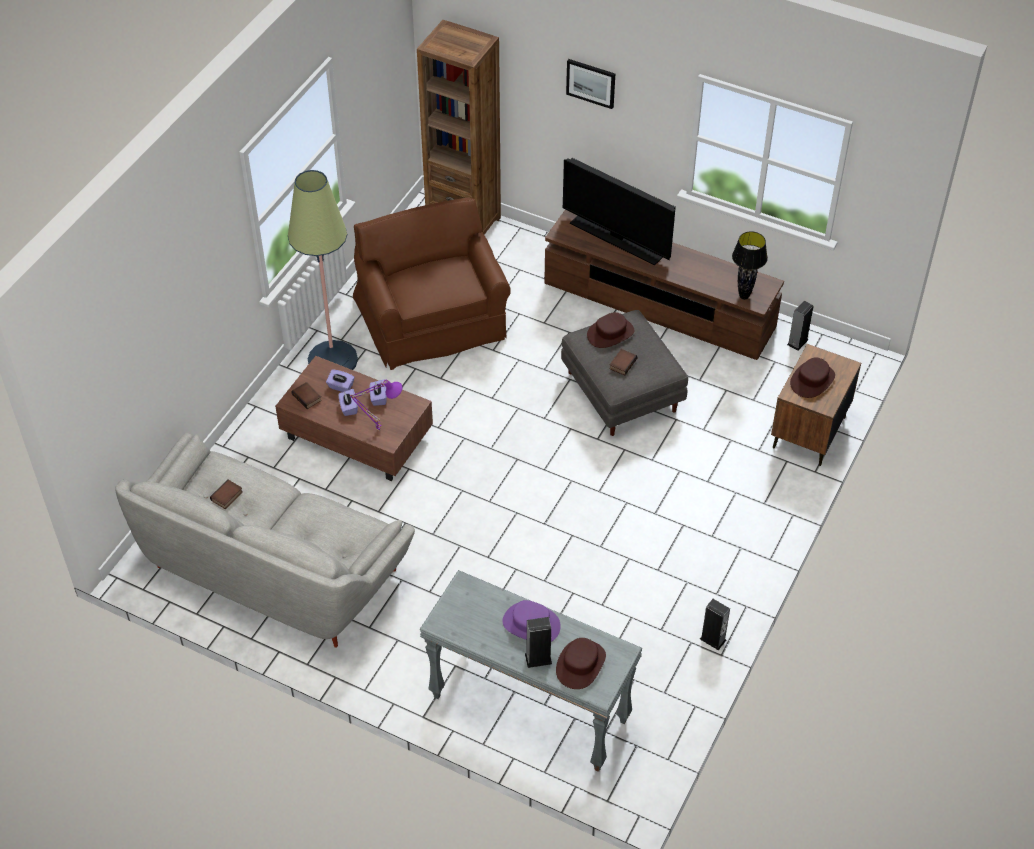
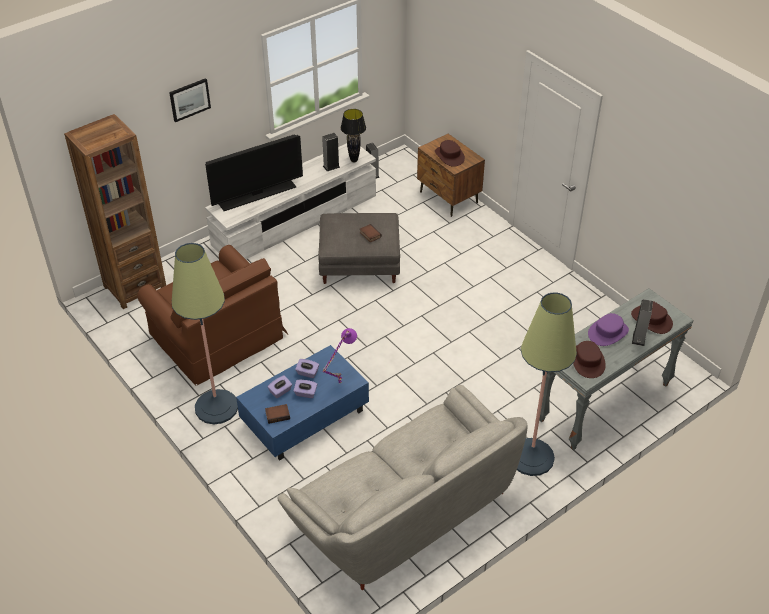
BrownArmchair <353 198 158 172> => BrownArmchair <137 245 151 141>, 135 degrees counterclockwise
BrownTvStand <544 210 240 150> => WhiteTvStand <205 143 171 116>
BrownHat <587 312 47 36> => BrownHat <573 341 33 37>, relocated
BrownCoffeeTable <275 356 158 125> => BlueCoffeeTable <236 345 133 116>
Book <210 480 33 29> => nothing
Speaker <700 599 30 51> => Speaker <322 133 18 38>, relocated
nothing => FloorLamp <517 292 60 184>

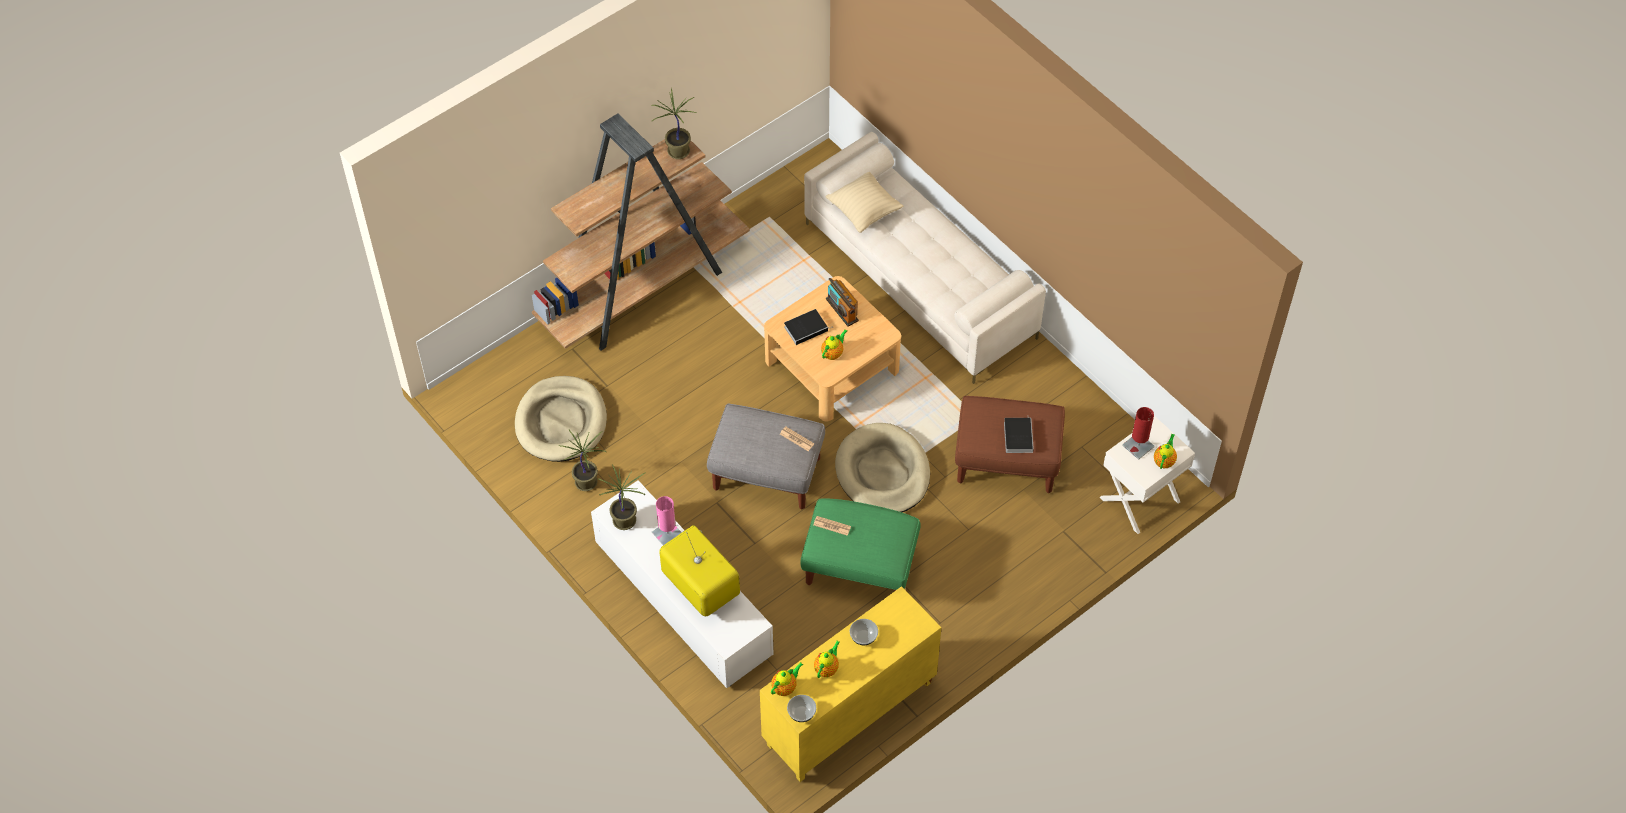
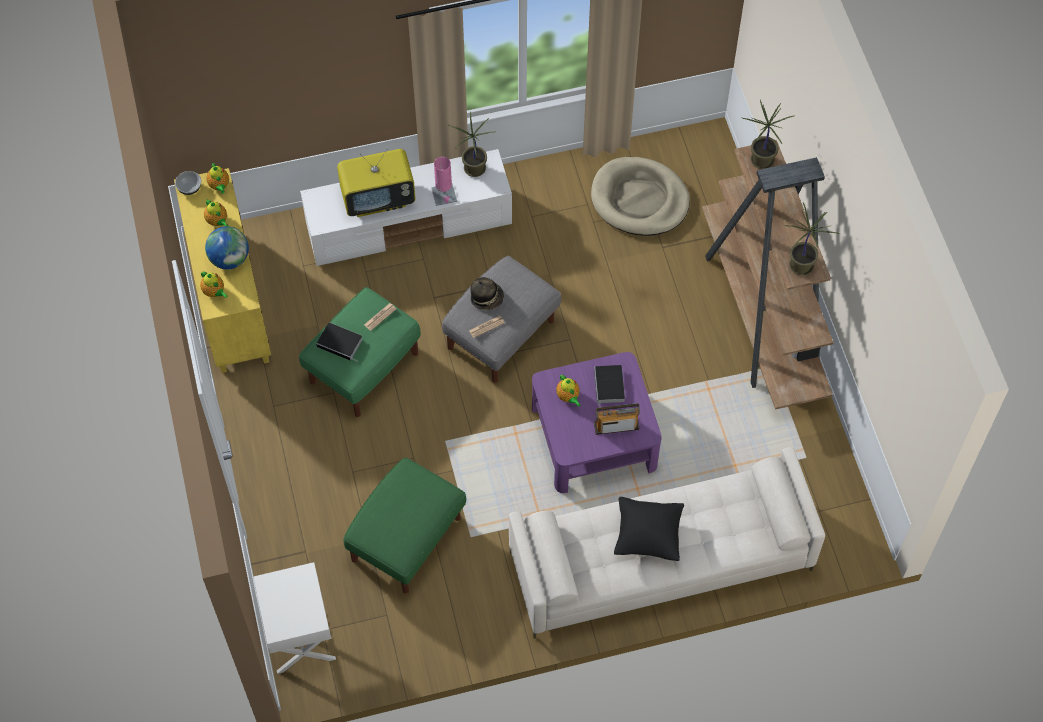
BeigePillow <825 172 78 61> => nothing
BeigeCoffeeTable <764 276 137 145> => PurpleCoffeeTable <532 352 130 141>
BrownOttoman <955 396 110 97> => GreenOttoman <344 457 122 137>
RedTableLamp <1122 407 33 53> => nothing
Book <1004 415 30 38> => Book <316 322 47 40>, relocated
BeigeDogBed <835 423 95 89> => nothing
PottedPlant <558 430 49 61> => PottedPlant <742 100 53 69>, relocated
Teapot <1154 433 23 36> => Teapot <200 271 28 27>, relocated
Bowl <850 619 28 26> => Globe <205 226 44 44>
nothing => Hat <470 277 34 33>
nothing => BlackPillow <614 497 70 64>

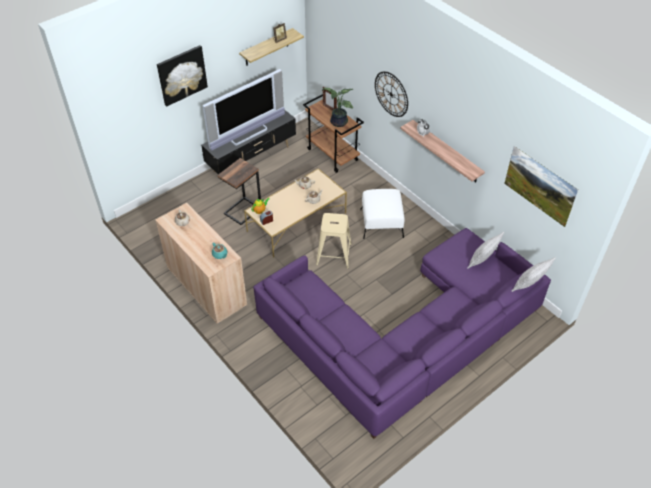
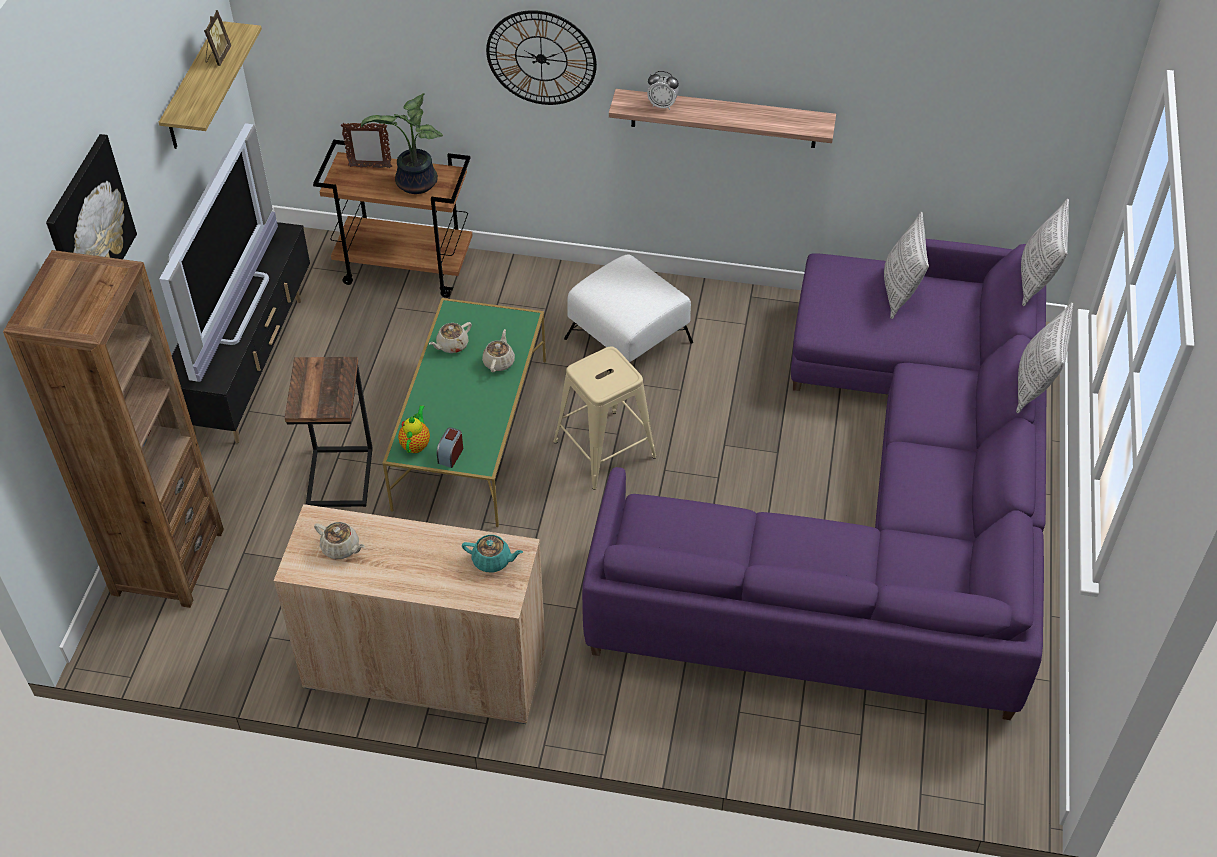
Picture <504 146 74 81> => nothing
BeigeCoffeeTable <244 168 103 90> => GreenCoffeeTable <382 298 164 229>
nothing => BrownBookcase <3 250 221 358>
nothing => Pillow <1016 302 57 111>

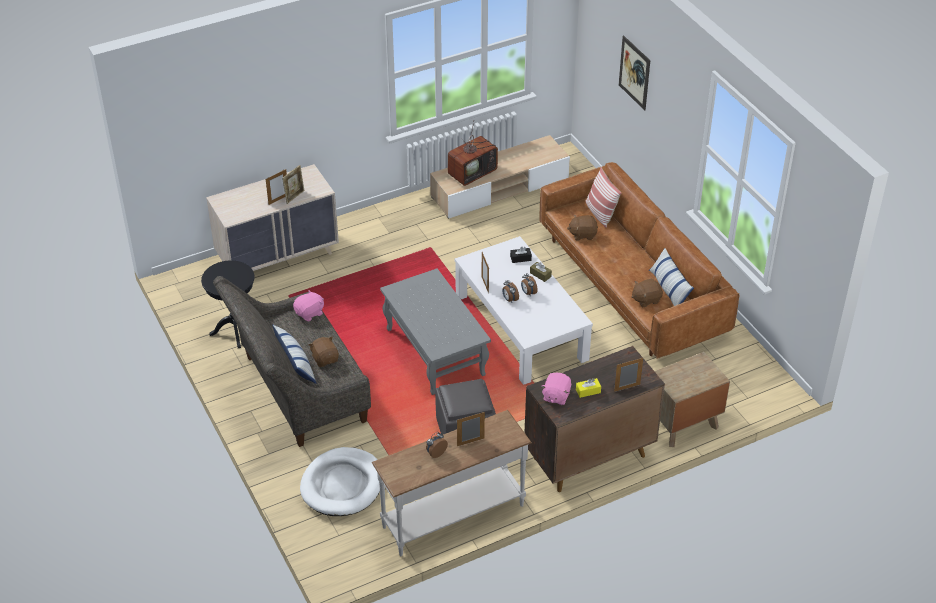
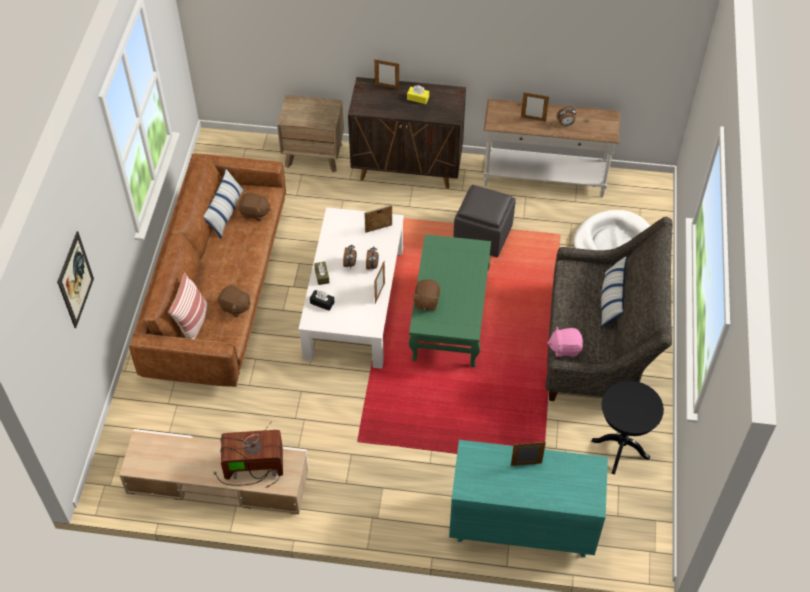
BeigeDresser <206 164 133 107> => TurquoiseDresser <449 440 159 117>
PictureFrame <282 165 22 39> => PictureFrame <364 205 28 28>, relocated
GreyCoffeeTable <380 269 111 126> => GreenCoffeeTable <409 234 82 133>
BrownPlushToy <309 336 30 31> => BrownPlushToy <412 279 28 32>, relocated
PinkPlushToy <541 372 30 33> => nothing

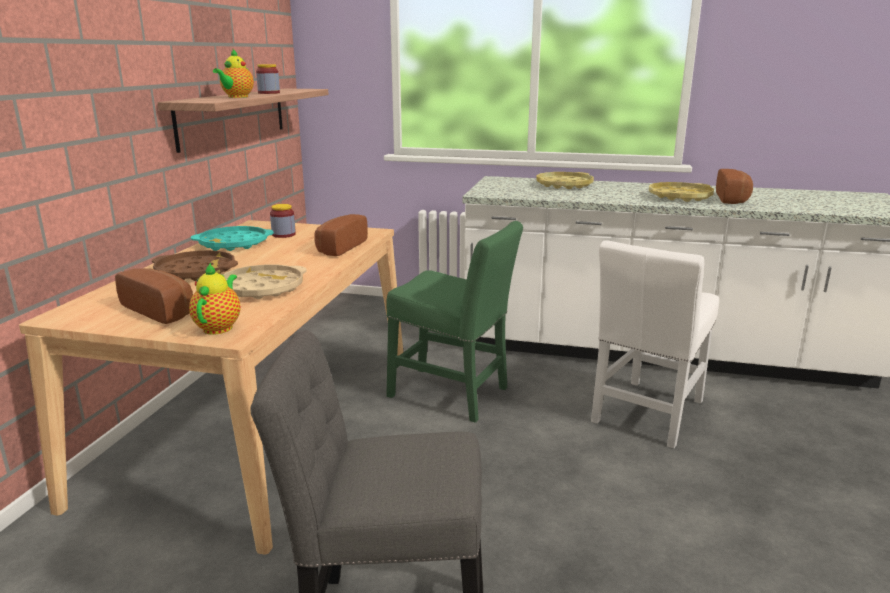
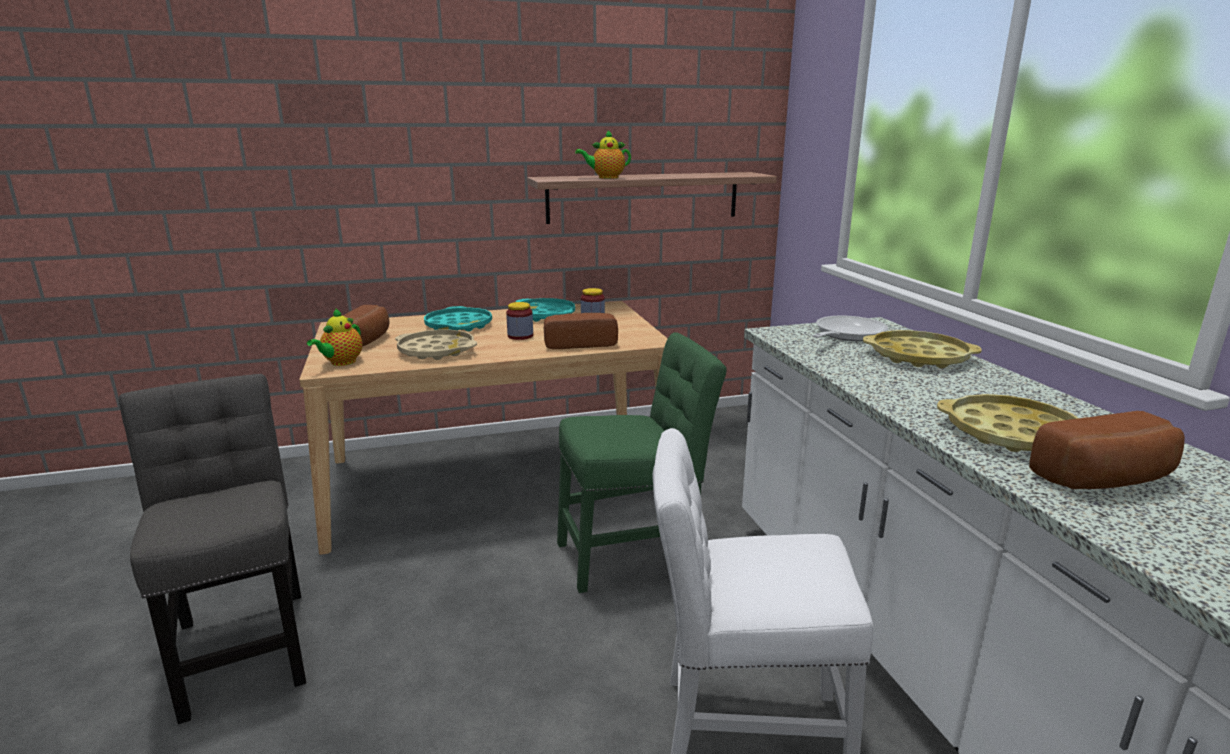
Jar <256 64 24 30> => Jar <506 302 27 38>, relocated
GreenChair <386 221 137 202> => GreenChair <557 332 170 261>, 105 degrees counterclockwise
BrownTray <152 250 86 31> => TurquoiseTray <424 306 68 26>
Teapot <189 262 51 73> => Teapot <307 308 55 58>, 135 degrees clockwise
nothing => FryingPan <813 316 75 25>

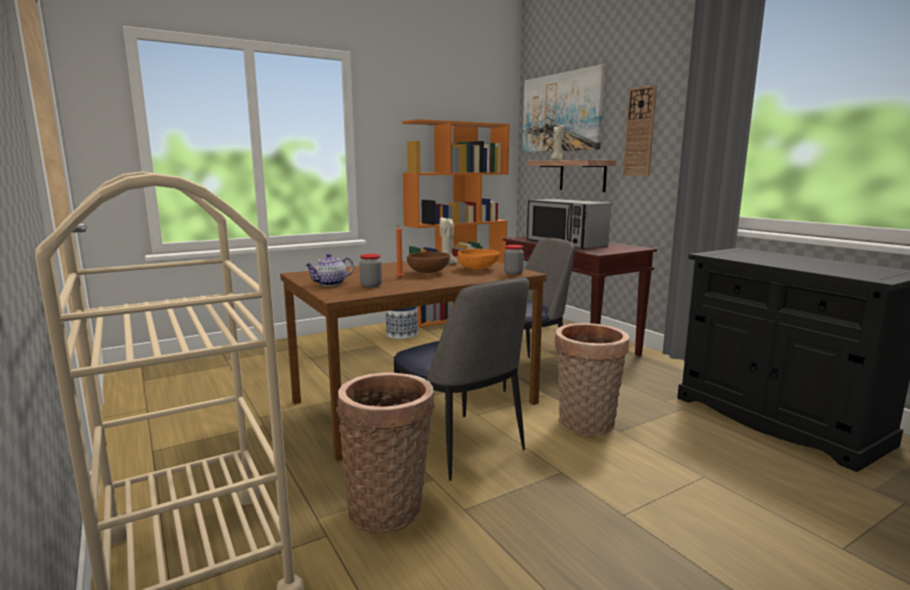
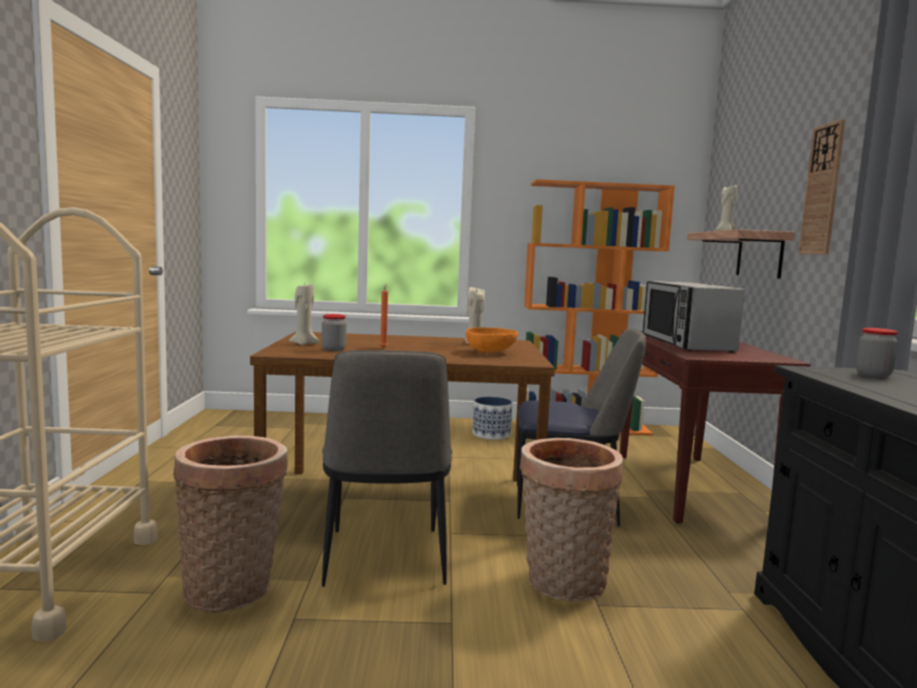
Picture <522 64 83 88> => nothing
Jar <504 245 20 30> => Jar <856 328 42 49>, relocated
BrownBowl <407 252 43 21> => nothing
Teapot <304 253 50 33> => BeigeCandle <289 283 30 62>

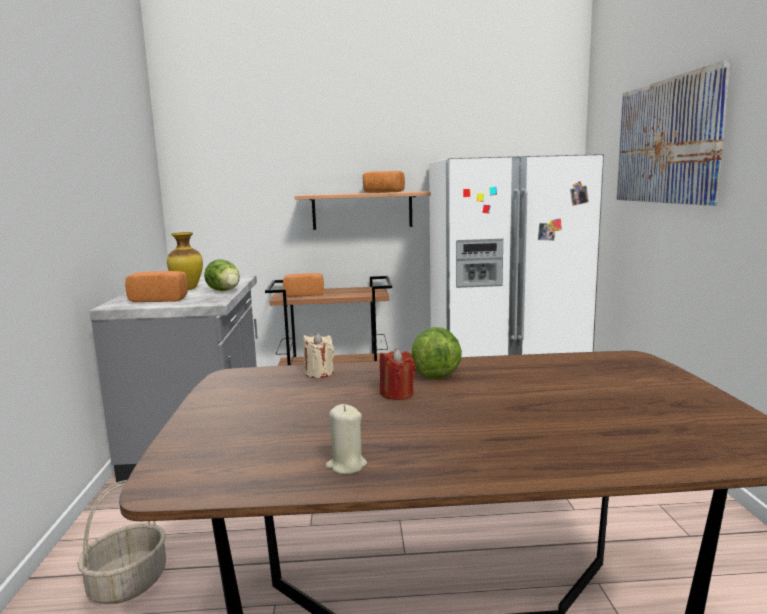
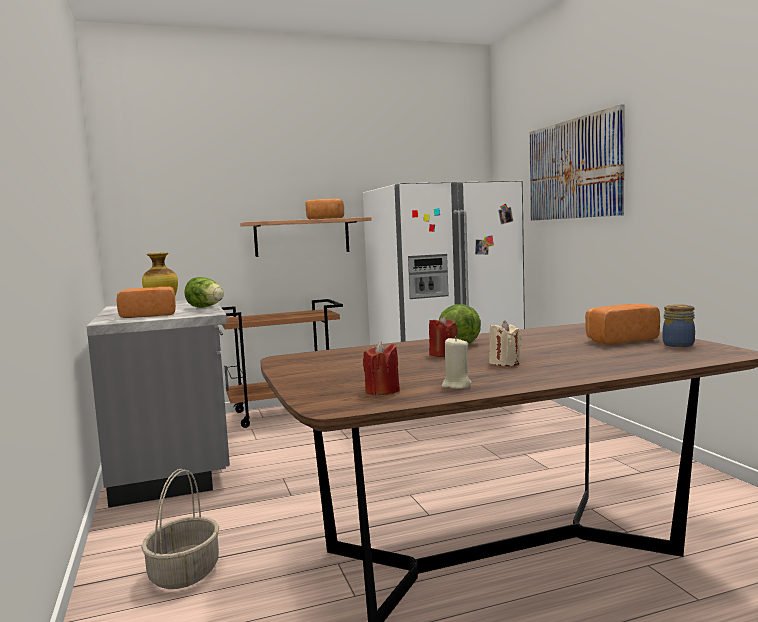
Bread <283 273 41 24> => Bread <585 304 75 41>, relocated
BeigeCandle <303 332 31 46> => BeigeCandle <489 321 33 45>, relocated
nothing => Jar <663 304 32 43>
nothing => RedCandle <363 341 37 55>

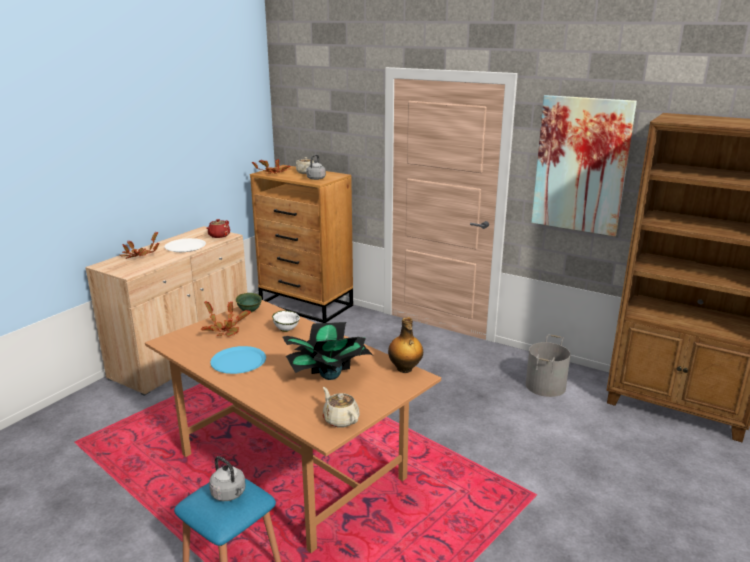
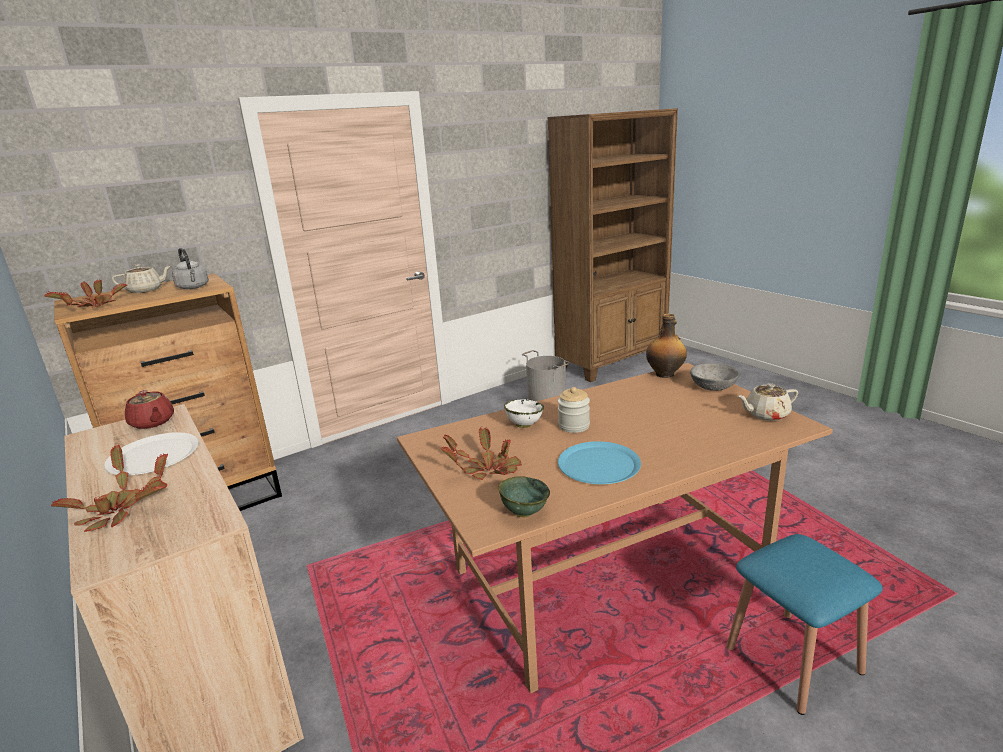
Picture <531 95 106 141> => nothing
GreenBowl <236 293 26 19> => GreenBowl <498 476 52 41>, relocated
PottedPlant <283 322 91 58> => nothing
GreyKettle <209 456 37 45> => nothing
nothing => GreyBowl <690 363 49 28>
nothing => Jar <558 387 32 46>

